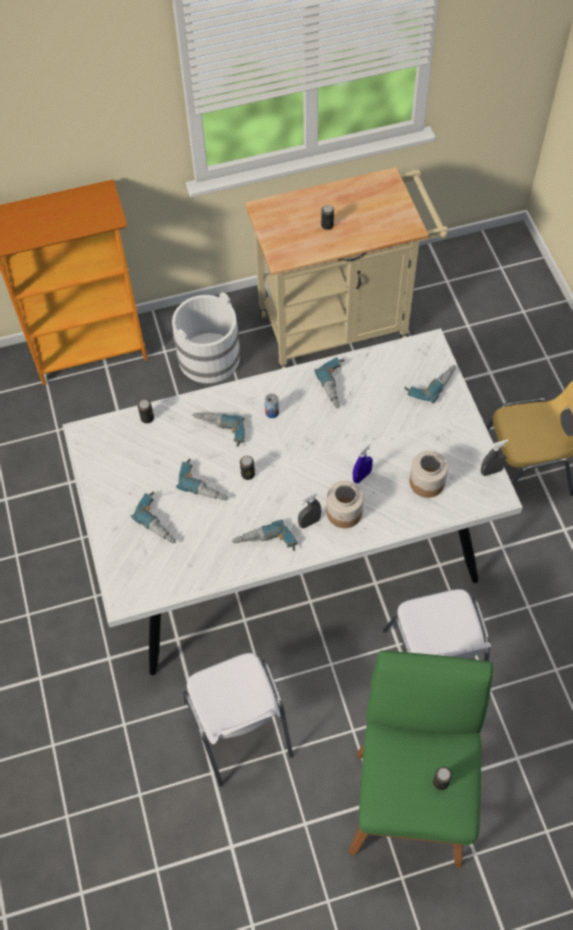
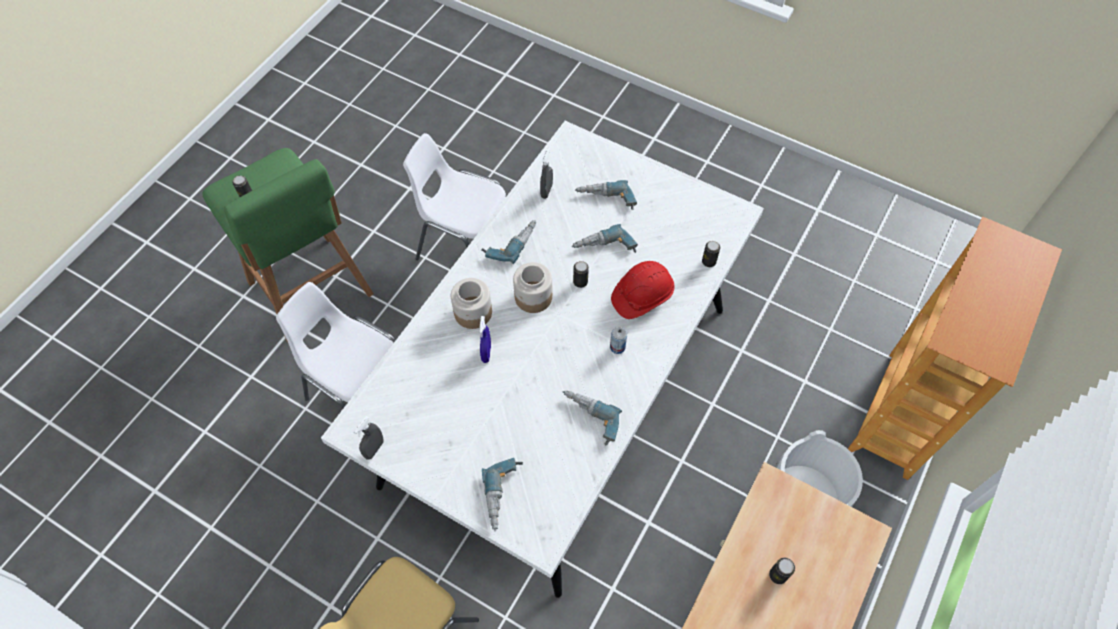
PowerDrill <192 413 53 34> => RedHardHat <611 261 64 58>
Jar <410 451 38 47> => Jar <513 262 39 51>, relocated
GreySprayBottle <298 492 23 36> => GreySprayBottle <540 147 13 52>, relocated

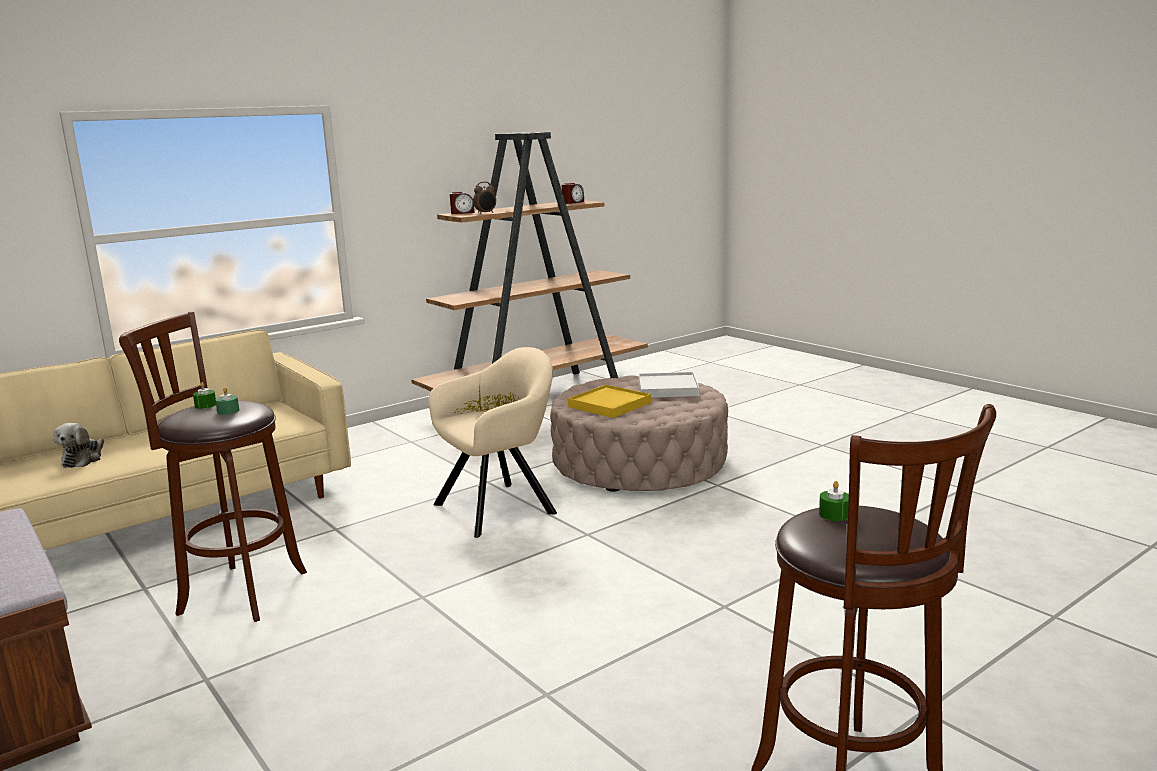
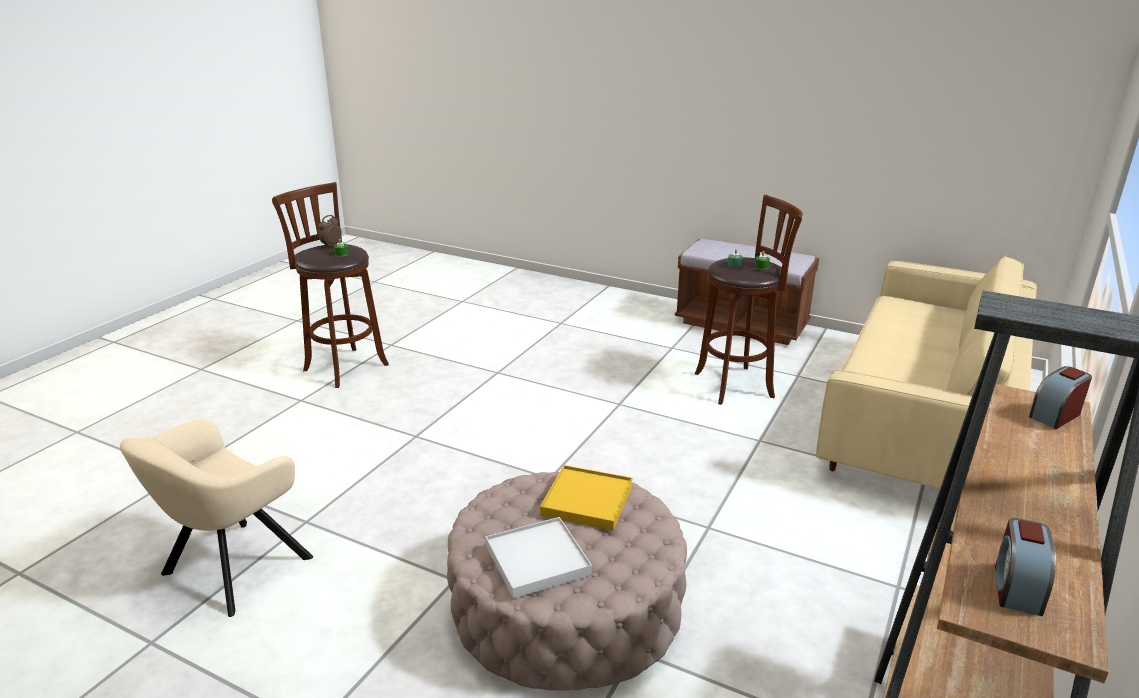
AlarmClock <473 182 23 32> => AlarmClock <318 215 24 33>, relocated
BeigeArmchair <428 347 129 191> => BeigeArmchair <120 419 193 198>, relocated
PlushToy <54 423 50 45> => nothing

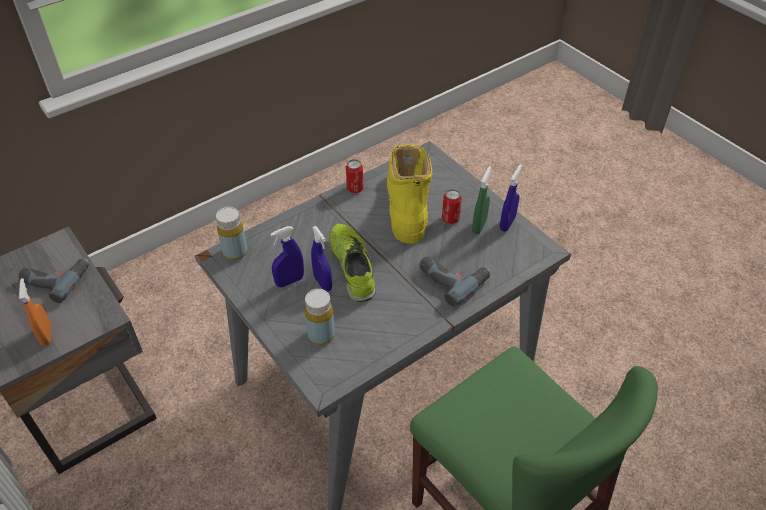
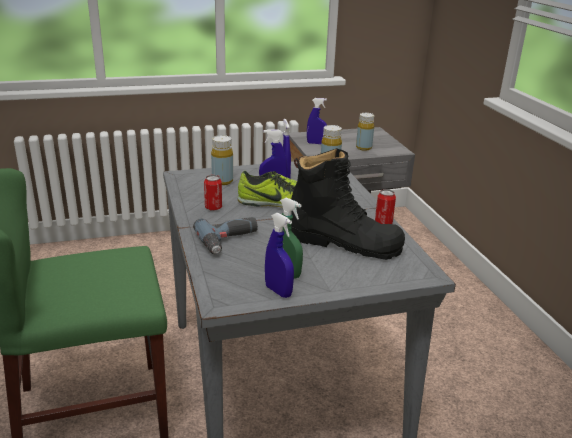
YellowBoot <387 144 45 100> => BlackBoot <291 148 114 112>
Can <442 189 20 35> => Can <204 175 18 36>, relocated
PowerDrill <18 259 71 44> => YellowBottle <356 113 18 38>
OrangeSprayBottle <19 278 32 68> => BlueSprayBottle <307 98 20 46>

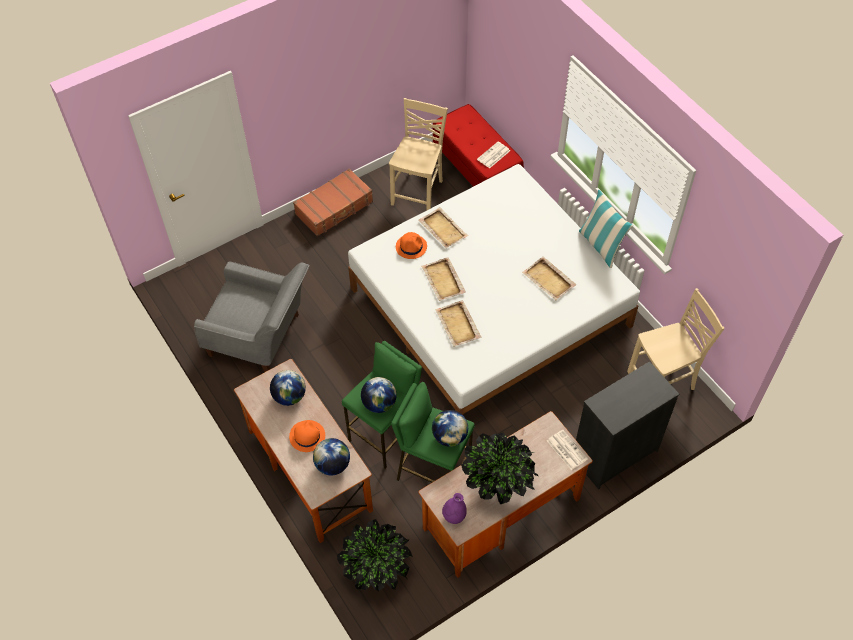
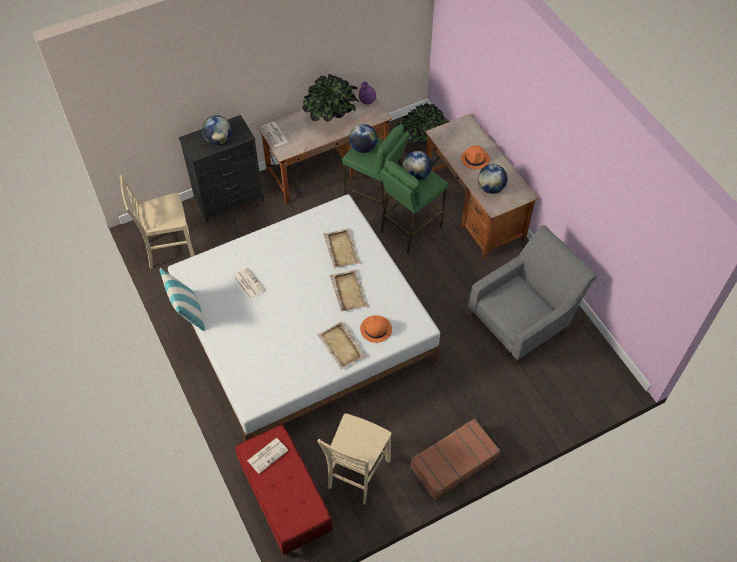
BeigeTray <522 257 55 43> => Newspaper <233 267 32 32>
GreyArmchair <194 262 115 110> => GreyArmchair <468 225 129 140>, 120 degrees clockwise
Globe <313 438 37 37> => Globe <202 115 30 30>, relocated

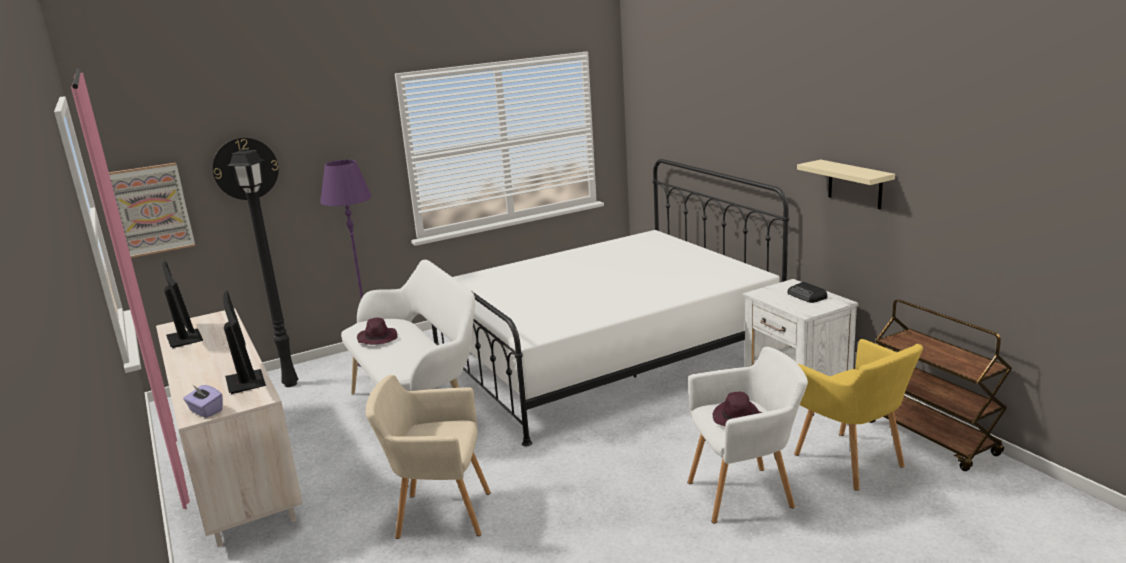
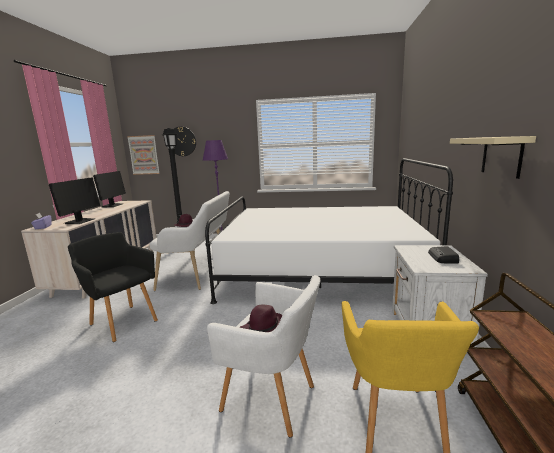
BeigeArmchair <366 375 125 164> => BlackArmchair <68 232 90 110>

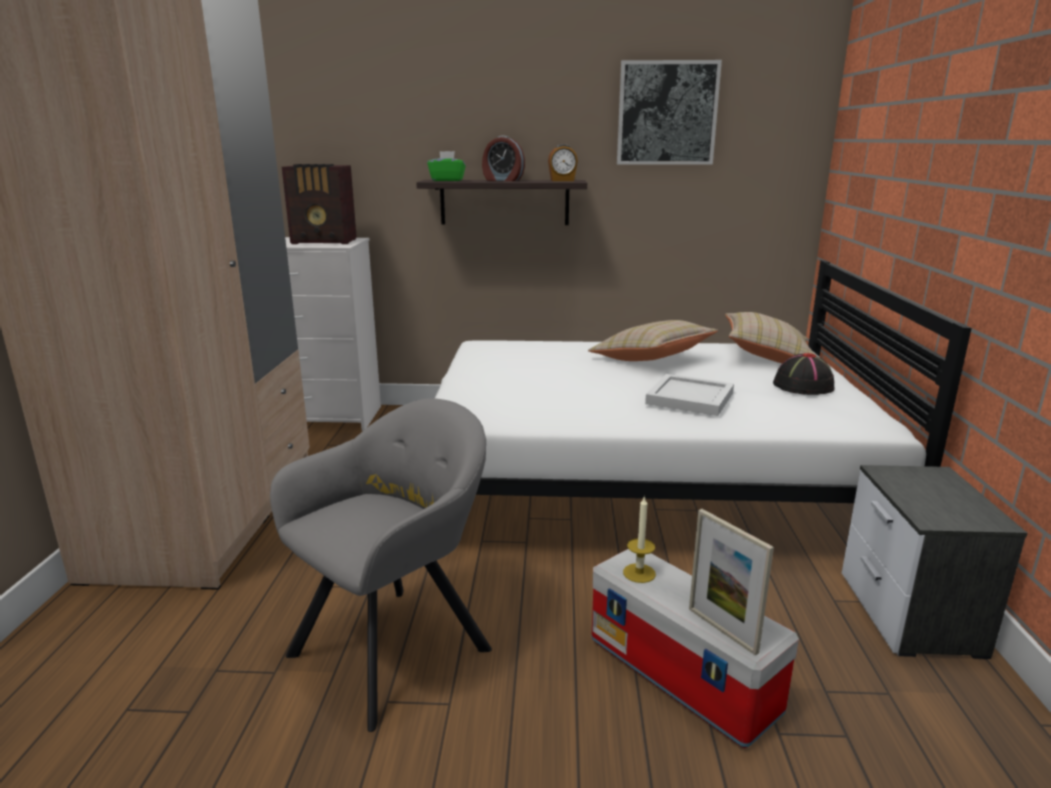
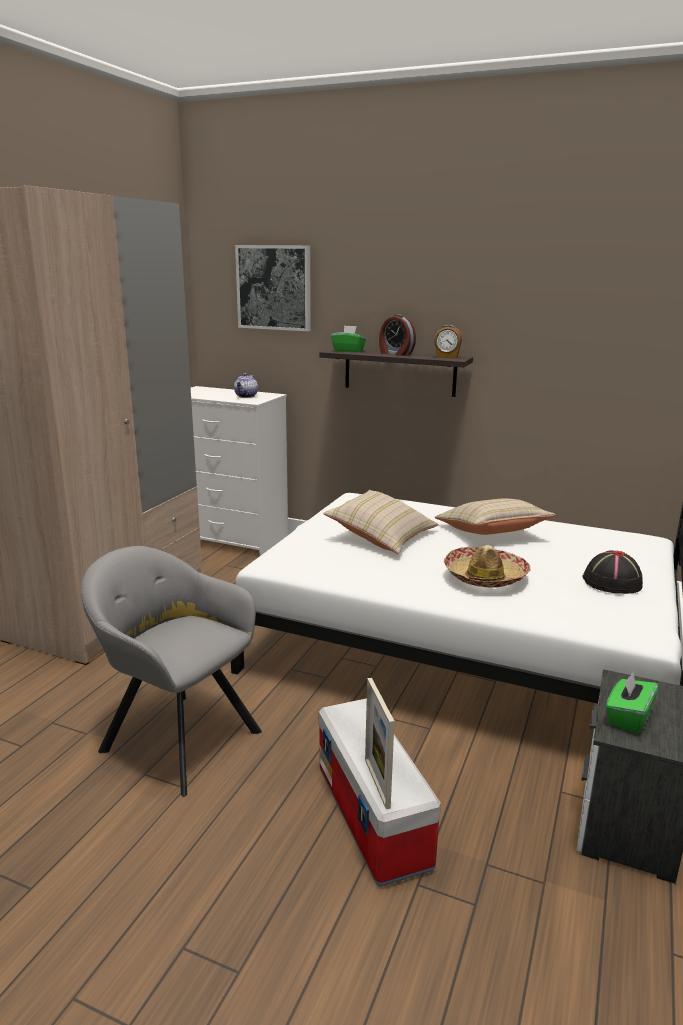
Picture <617 60 105 105> => Picture <235 245 76 86>, relocated
Radio <282 164 75 80> => Teapot <234 373 24 25>
BeigePillow <725 312 90 51> => BeigePillow <323 490 115 64>, relocated
WhiteTray <645 374 89 42> => Hat <444 545 87 43>
GreyArmchair <270 398 222 334> => GreyArmchair <81 546 181 251>, 120 degrees counterclockwise
Candle <623 496 33 87> => nothing
nothing => GreenTissueBox <606 672 52 61>

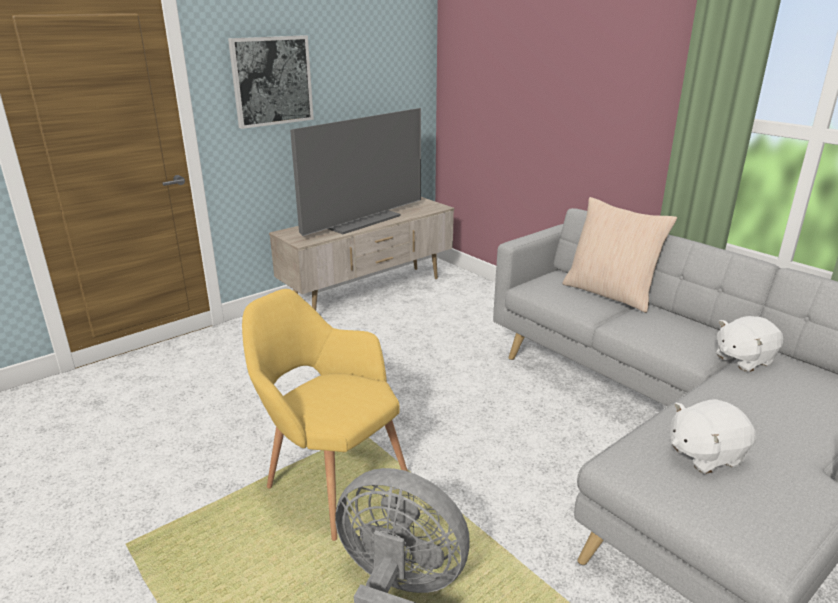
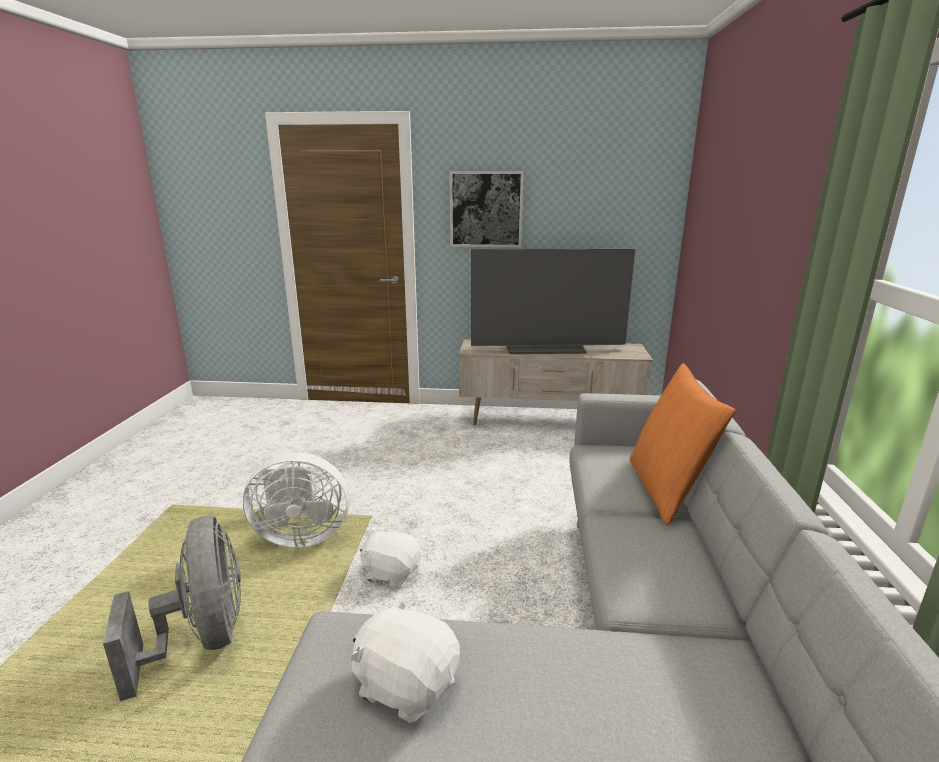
BeigePillow <562 197 115 116> => OrangePillow <630 363 106 163>
YellowArmchair <242 289 166 252> => WhiteFan <243 453 107 95>
WhitePlushToy <716 316 68 56> => WhitePlushToy <360 527 61 61>, relocated

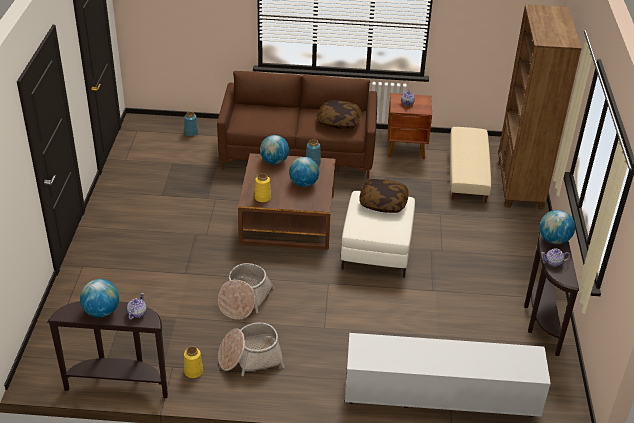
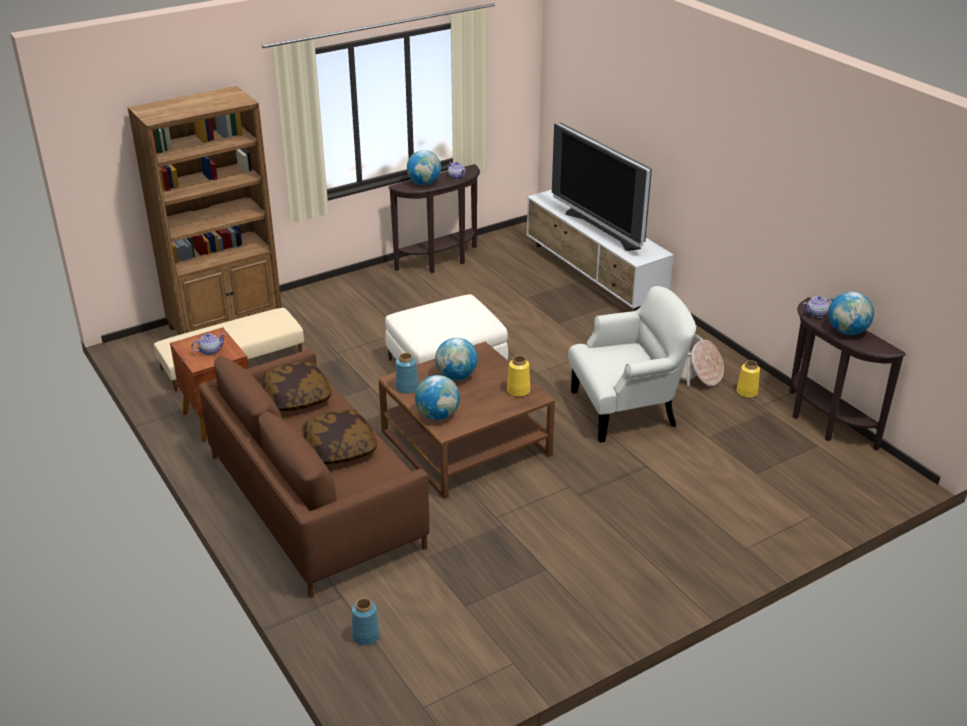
Pillow <359 179 50 34> => Pillow <302 410 75 54>, relocated
Basket <218 263 56 57> => WhiteArmchair <568 286 128 157>
nothing => Television <552 122 100 129>

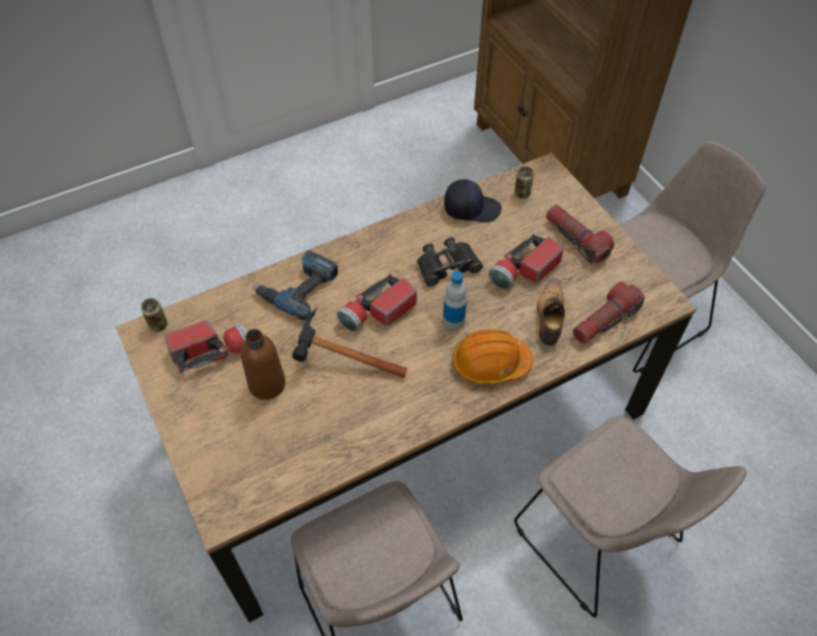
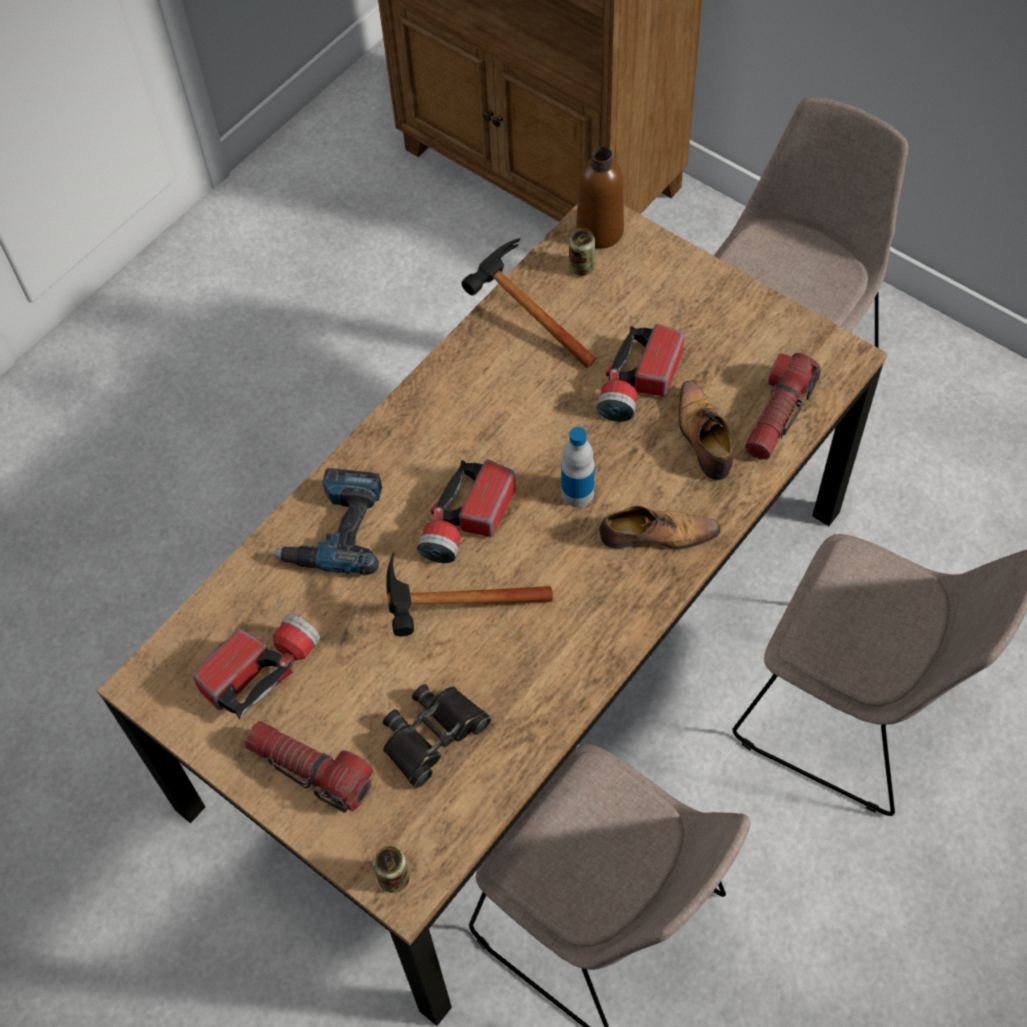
BlackCap <444 179 58 43> => Hammer <462 238 134 130>
Flashlight <546 205 68 58> => Flashlight <245 721 128 92>, relocated
BlackBinoculars <417 237 66 50> => BlackBinoculars <383 684 108 104>, relocated
Can <141 298 27 34> => Can <373 846 37 47>, relocated
BrownBottle <240 329 46 71> => BrownBottle <576 146 48 103>, relocated
OrangeHardHat <452 329 81 55> => Shoe <599 506 122 44>

